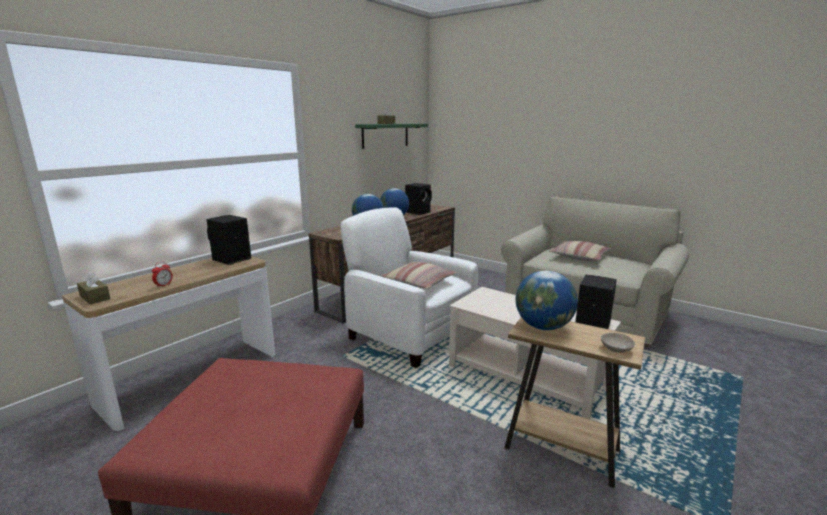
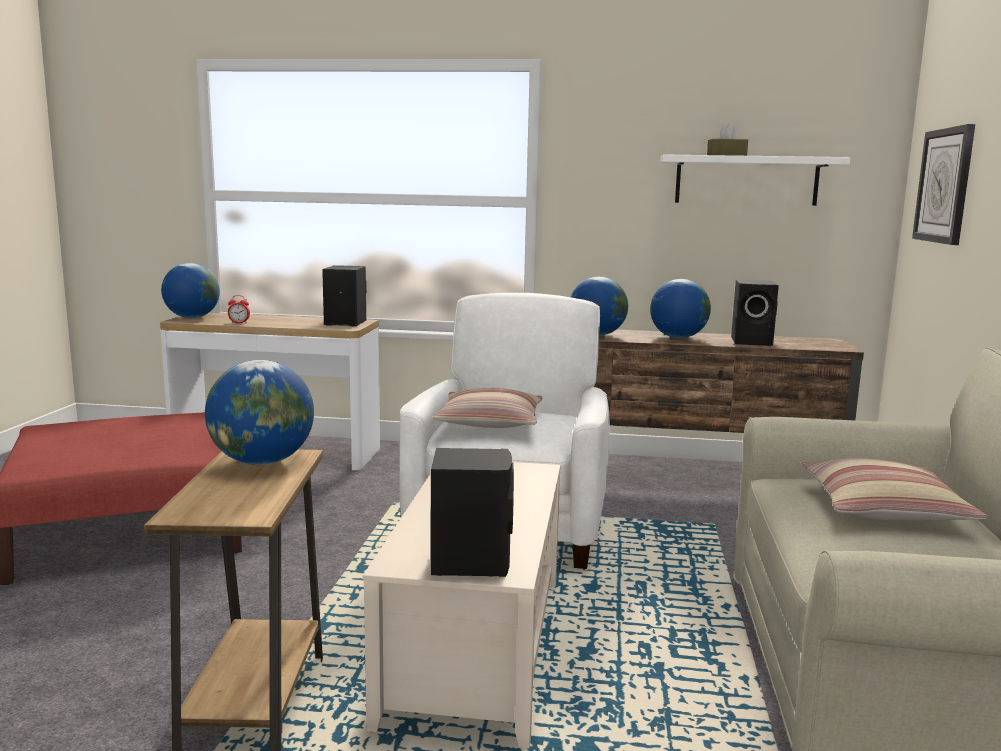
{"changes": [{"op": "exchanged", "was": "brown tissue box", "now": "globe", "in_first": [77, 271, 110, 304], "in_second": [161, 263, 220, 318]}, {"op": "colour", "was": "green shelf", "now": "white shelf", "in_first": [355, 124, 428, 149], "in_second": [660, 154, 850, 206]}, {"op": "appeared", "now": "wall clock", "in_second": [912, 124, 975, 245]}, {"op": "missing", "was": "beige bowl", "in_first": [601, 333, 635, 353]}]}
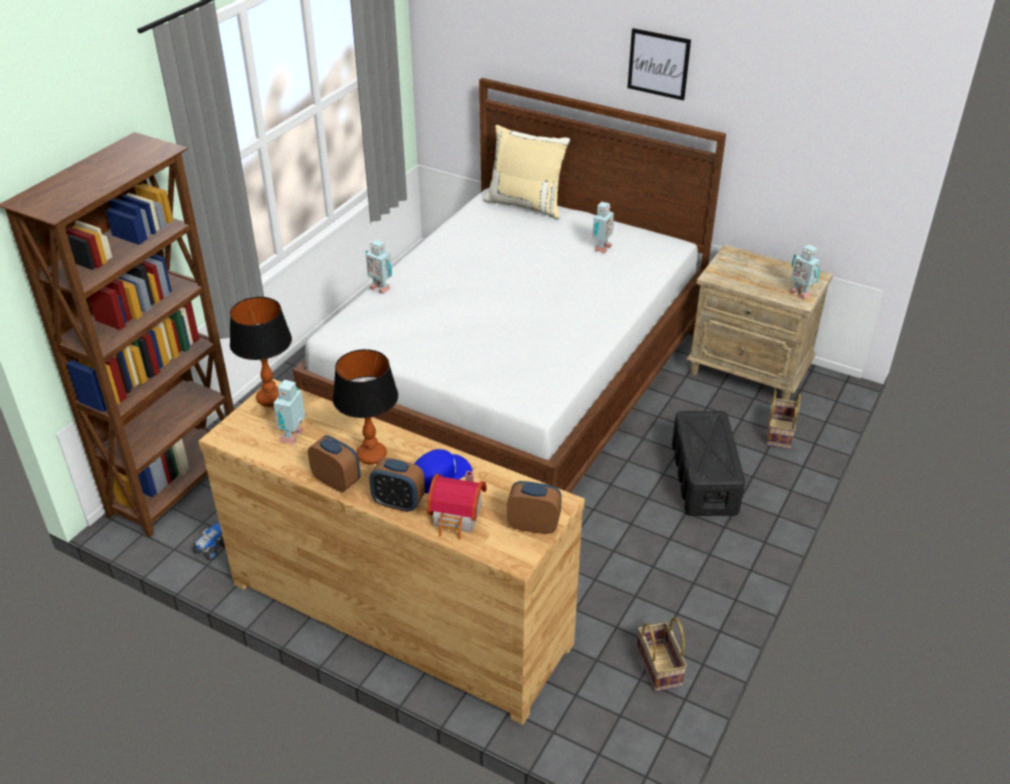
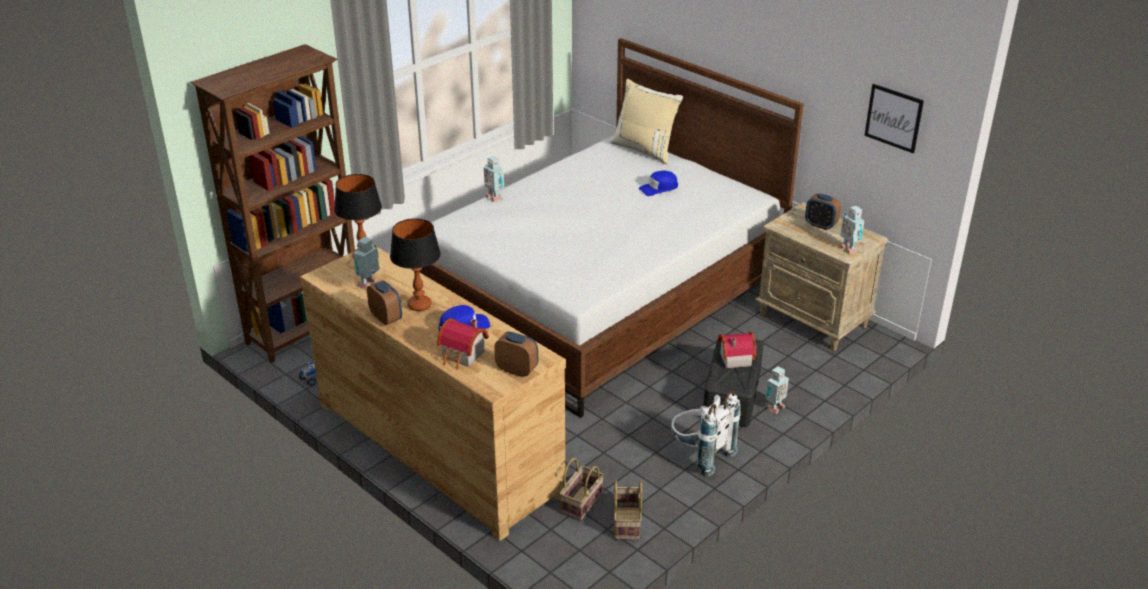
{"changes": [{"op": "relocated", "was": "basket", "in_first": [766, 390, 801, 449], "in_second": [559, 458, 604, 521]}, {"op": "appeared", "now": "blue cap", "in_second": [639, 171, 678, 196]}, {"op": "appeared", "now": "white backpack", "in_second": [671, 391, 741, 477]}, {"op": "appeared", "now": "toy house", "in_second": [718, 332, 757, 368]}, {"op": "relocated", "was": "toy robot", "in_first": [592, 202, 614, 253], "in_second": [765, 367, 789, 414]}, {"op": "relocated", "was": "alarm clock", "in_first": [369, 457, 425, 512], "in_second": [805, 194, 841, 230]}, {"op": "relocated", "was": "picture", "in_first": [627, 28, 691, 101], "in_second": [864, 84, 924, 153]}]}
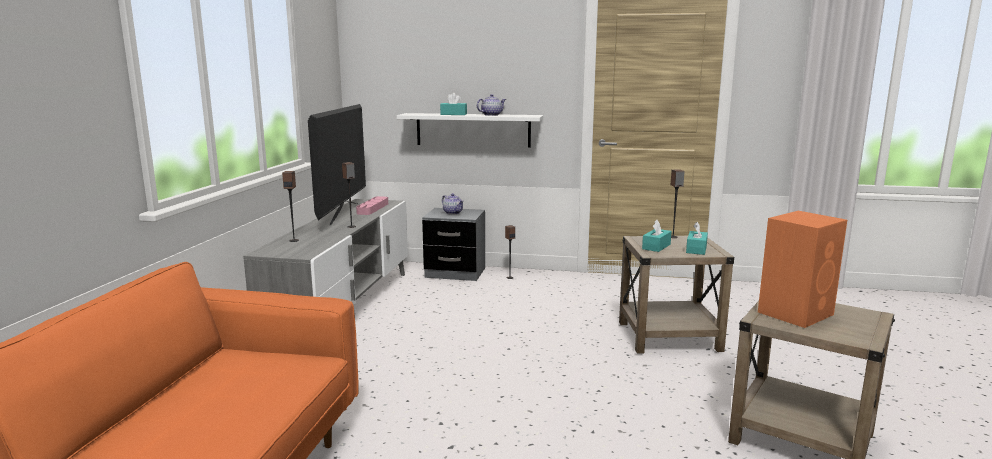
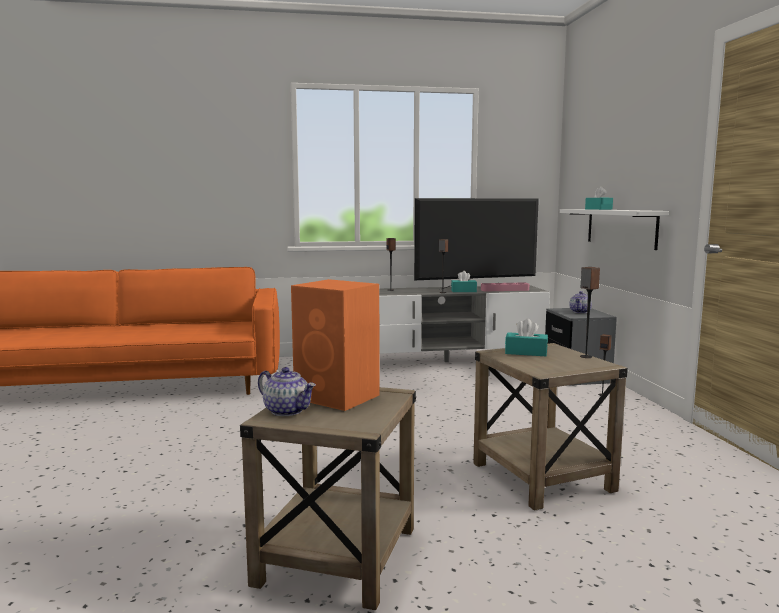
{"changes": [{"op": "relocated", "was": "teapot", "in_first": [477, 94, 506, 116], "in_second": [258, 367, 316, 416]}, {"op": "relocated", "was": "turquoise tissue box", "in_first": [686, 222, 708, 255], "in_second": [451, 271, 477, 292]}]}
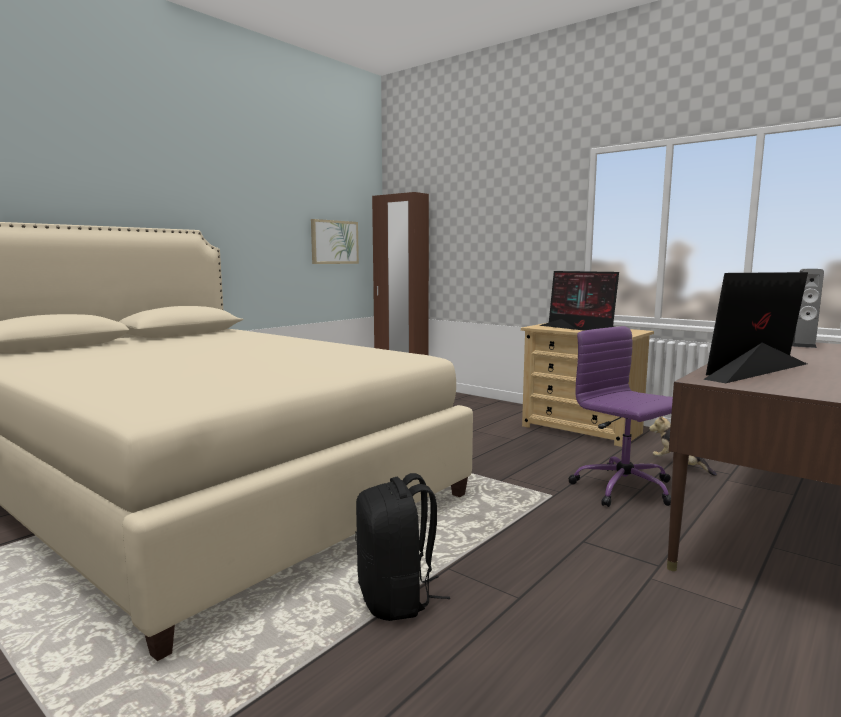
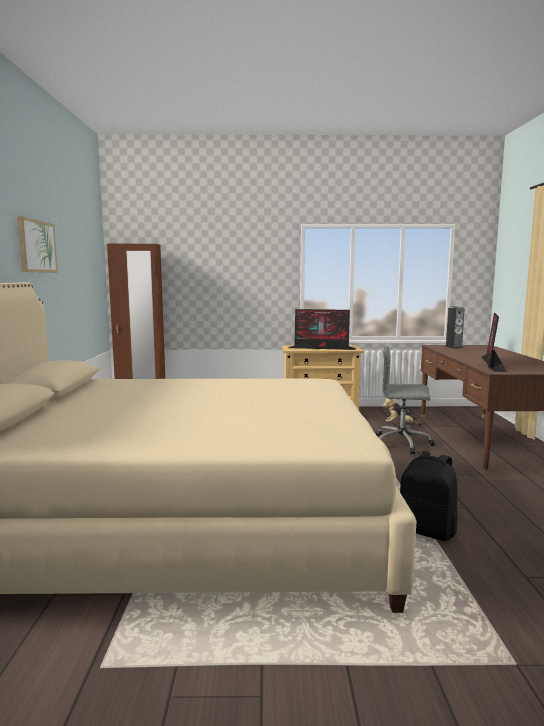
{"changes": [{"op": "relocated", "was": "picture", "in_first": [311, 219, 359, 264], "in_second": [17, 216, 58, 273]}, {"op": "colour", "was": "purple office chair", "now": "grey office chair", "in_first": [569, 326, 673, 507], "in_second": [376, 345, 435, 454]}]}
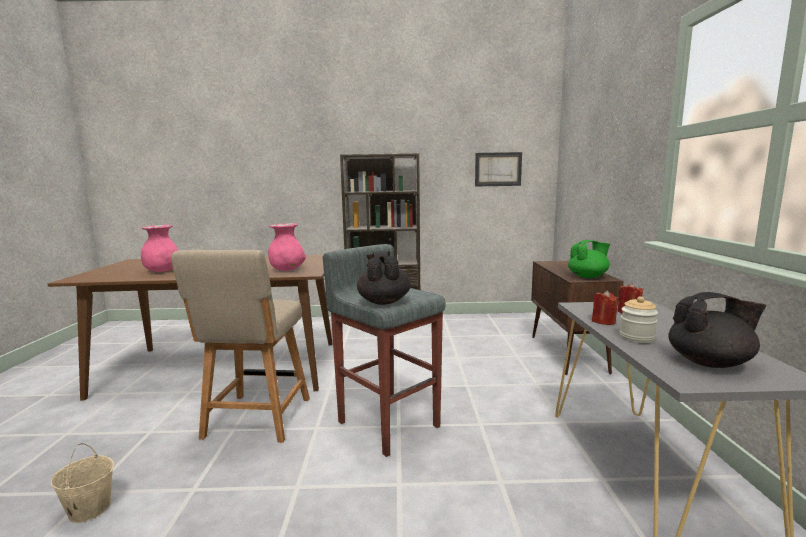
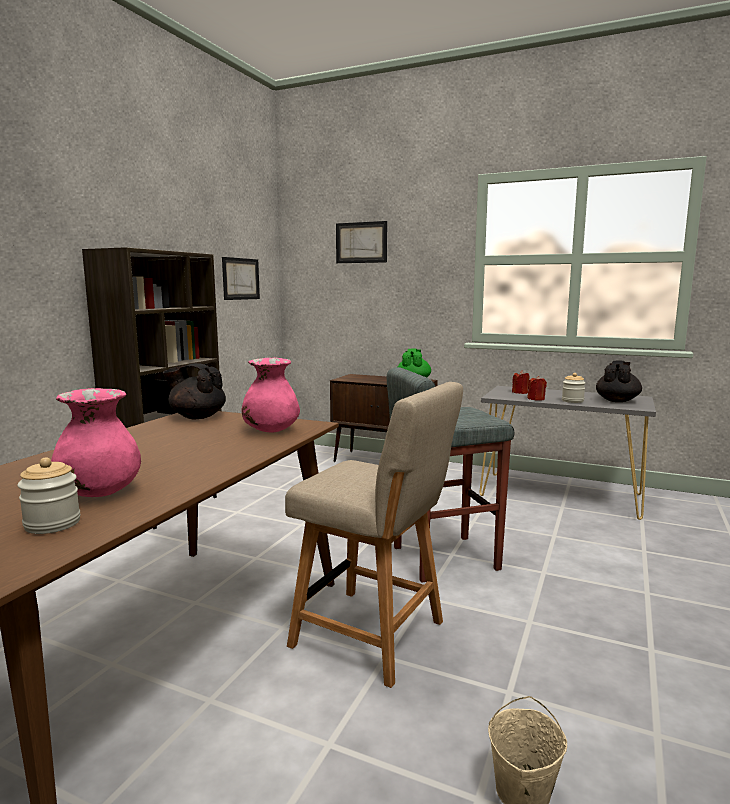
{"changes": [{"op": "appeared", "now": "jar", "in_second": [17, 457, 81, 534]}, {"op": "relocated", "was": "black teapot", "in_first": [357, 251, 411, 305], "in_second": [163, 363, 226, 419]}, {"op": "appeared", "now": "picture", "in_second": [336, 221, 387, 263]}]}
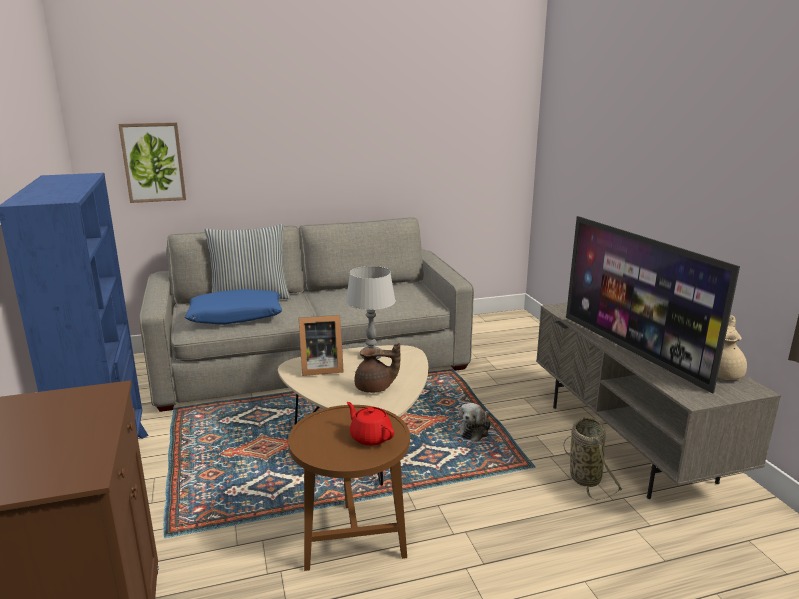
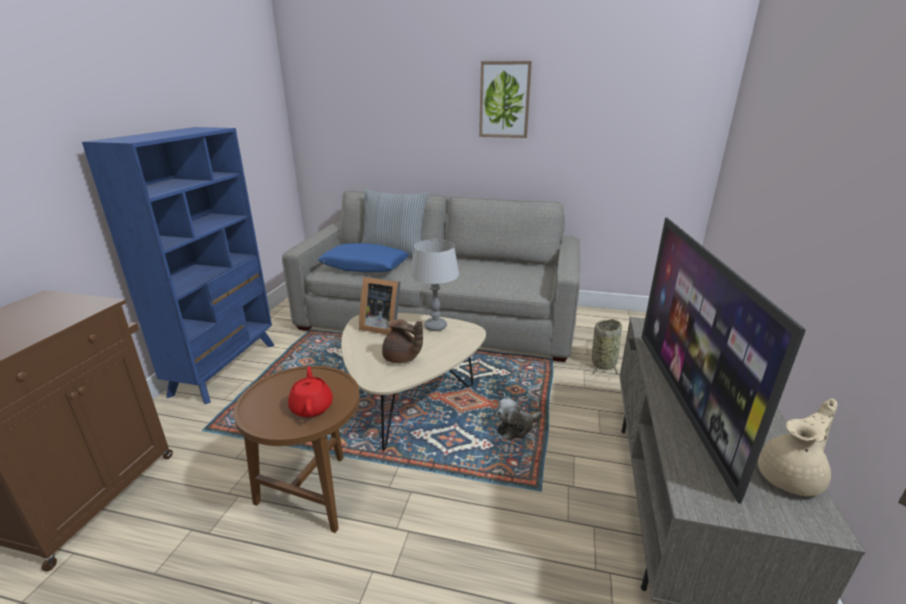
{"changes": [{"op": "relocated", "was": "picture", "in_first": [118, 122, 186, 203], "in_second": [479, 61, 532, 138]}, {"op": "relocated", "was": "basket", "in_first": [563, 417, 623, 500], "in_second": [592, 319, 622, 377]}]}
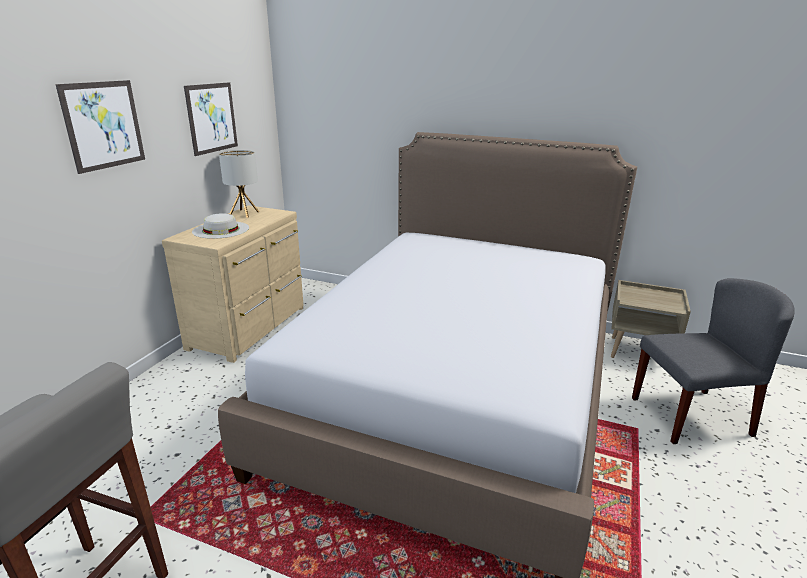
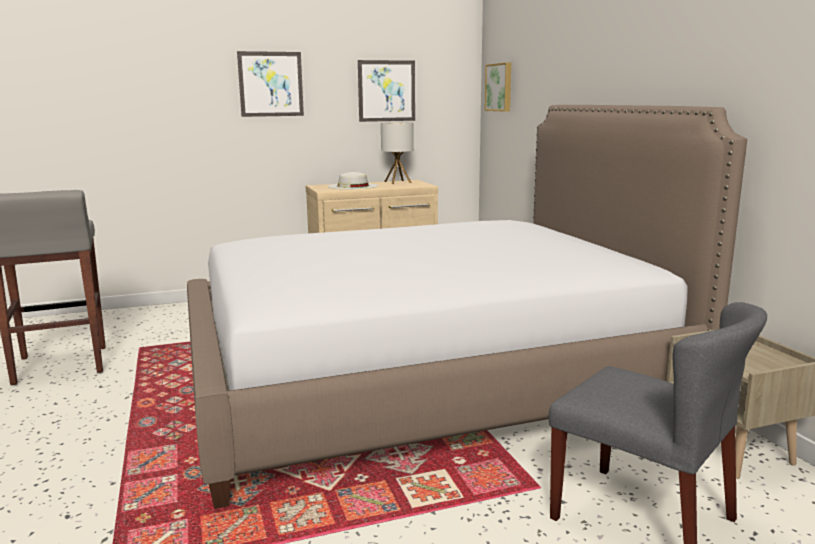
{"changes": [{"op": "appeared", "now": "picture", "in_second": [485, 62, 511, 112]}]}
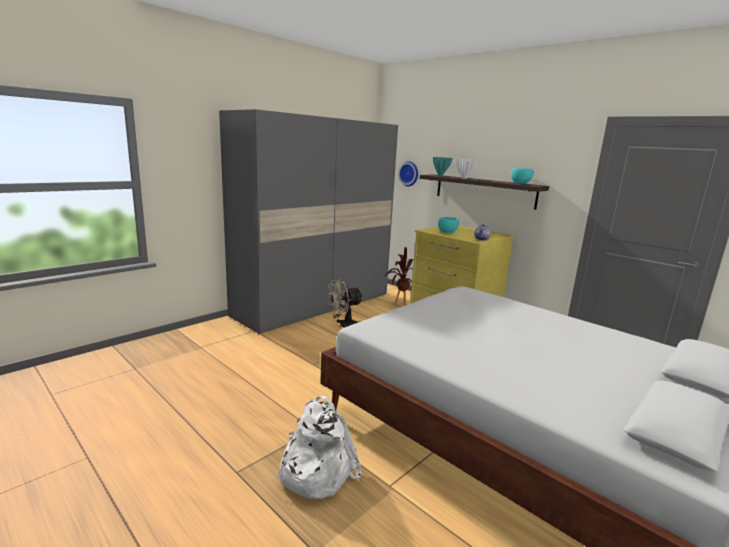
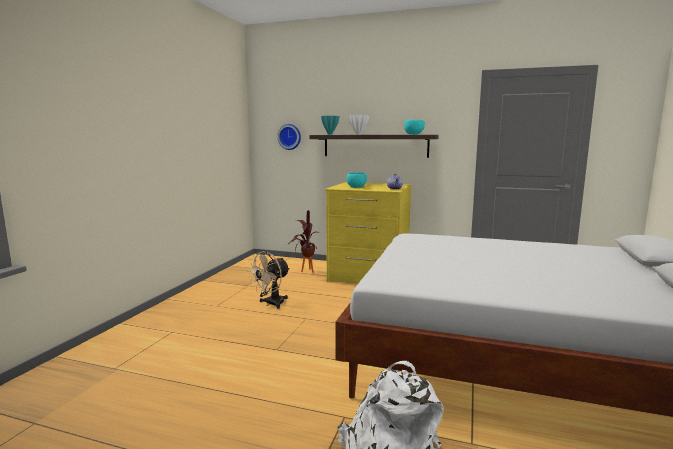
{"changes": [{"op": "missing", "was": "grey wardrobe", "in_first": [219, 109, 398, 334]}]}
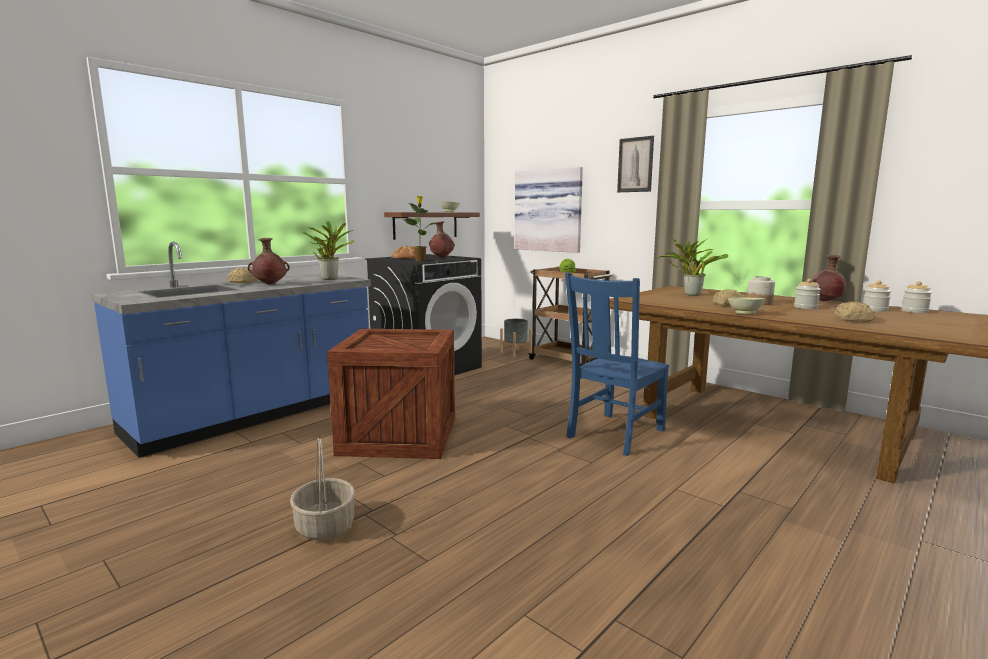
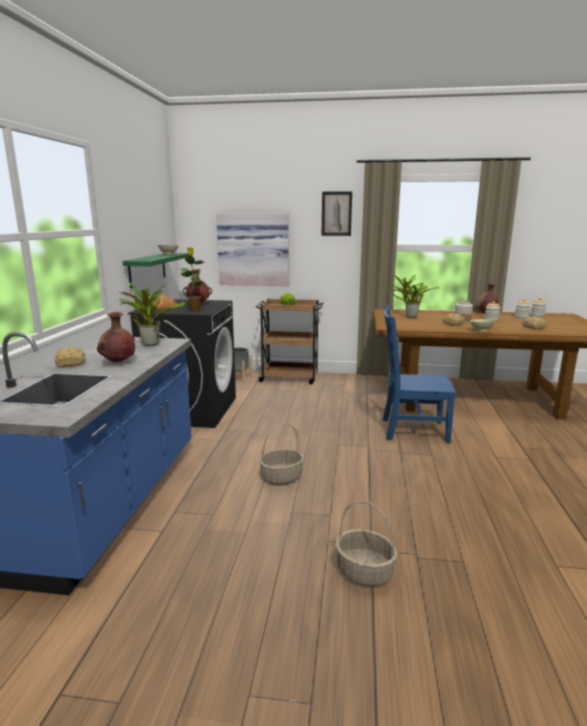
{"changes": [{"op": "colour", "was": "brown shelf", "now": "green shelf", "in_first": [384, 212, 480, 240], "in_second": [123, 253, 189, 288]}, {"op": "exchanged", "was": "crate", "now": "basket", "in_first": [327, 329, 455, 459], "in_second": [259, 423, 304, 486]}, {"op": "spun", "was": "blue chair", "in_first": [565, 272, 669, 456], "in_second": [382, 306, 456, 443], "clockwise": 90}]}
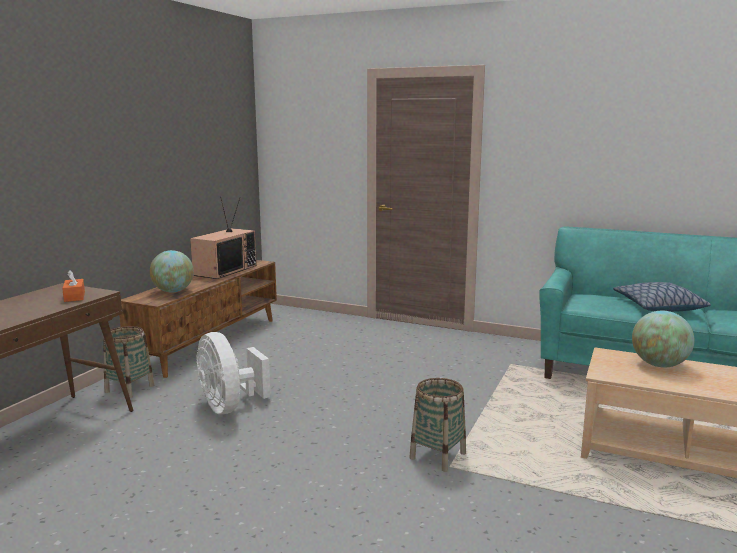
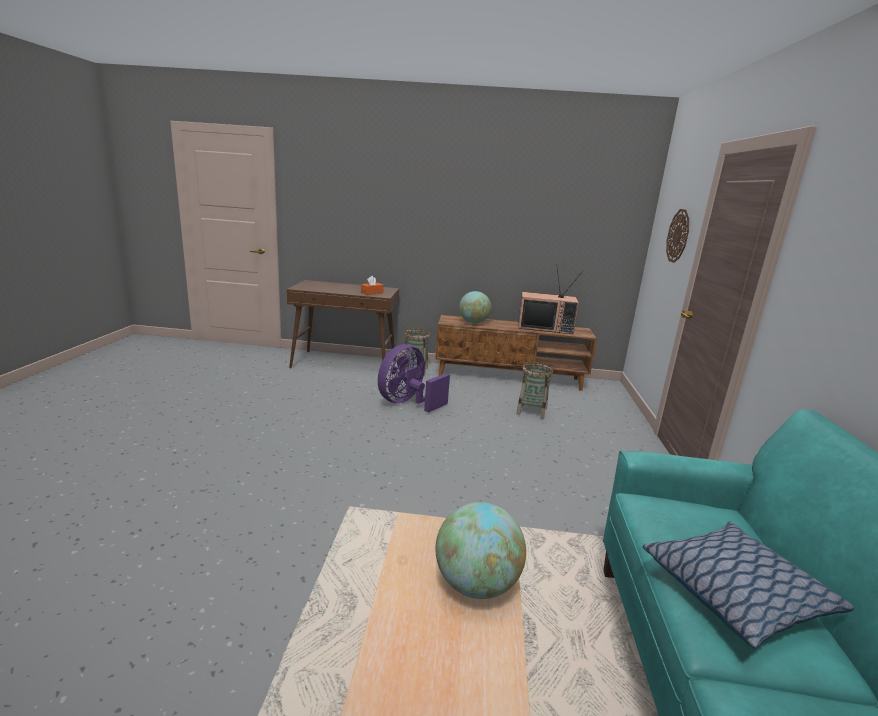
{"changes": [{"op": "colour", "was": "white fan", "now": "purple fan", "in_first": [196, 332, 271, 414], "in_second": [378, 344, 450, 412]}, {"op": "relocated", "was": "basket", "in_first": [409, 378, 466, 472], "in_second": [516, 362, 553, 419]}, {"op": "appeared", "now": "wall clock", "in_second": [666, 209, 689, 263]}]}
